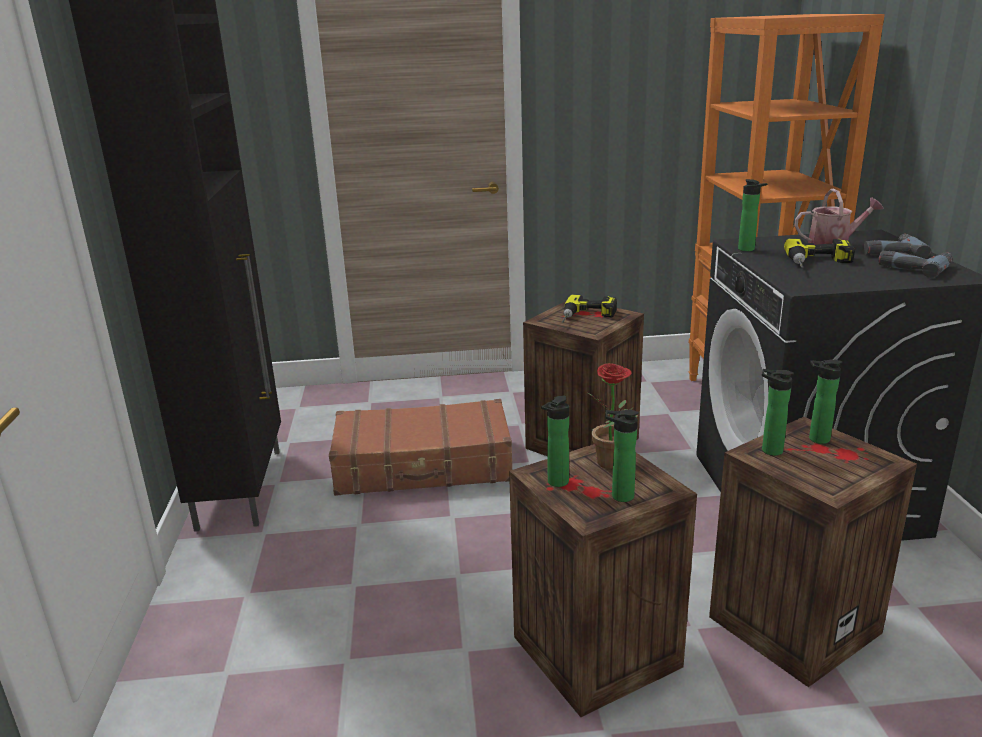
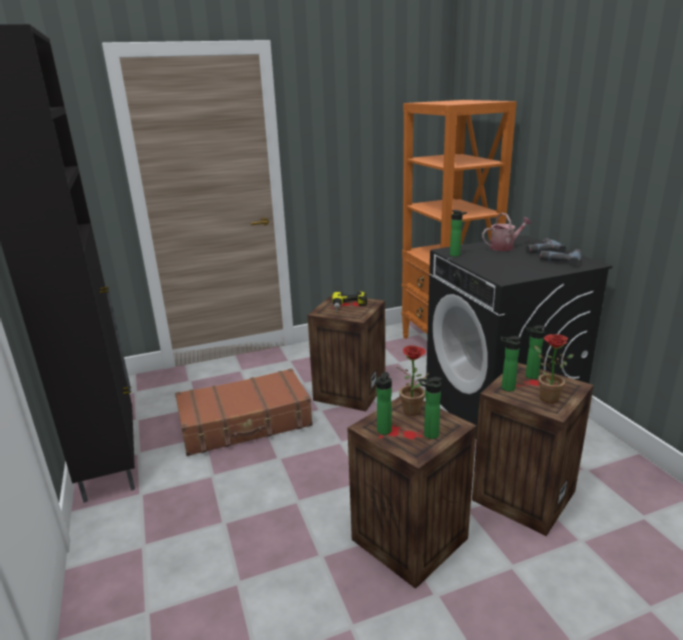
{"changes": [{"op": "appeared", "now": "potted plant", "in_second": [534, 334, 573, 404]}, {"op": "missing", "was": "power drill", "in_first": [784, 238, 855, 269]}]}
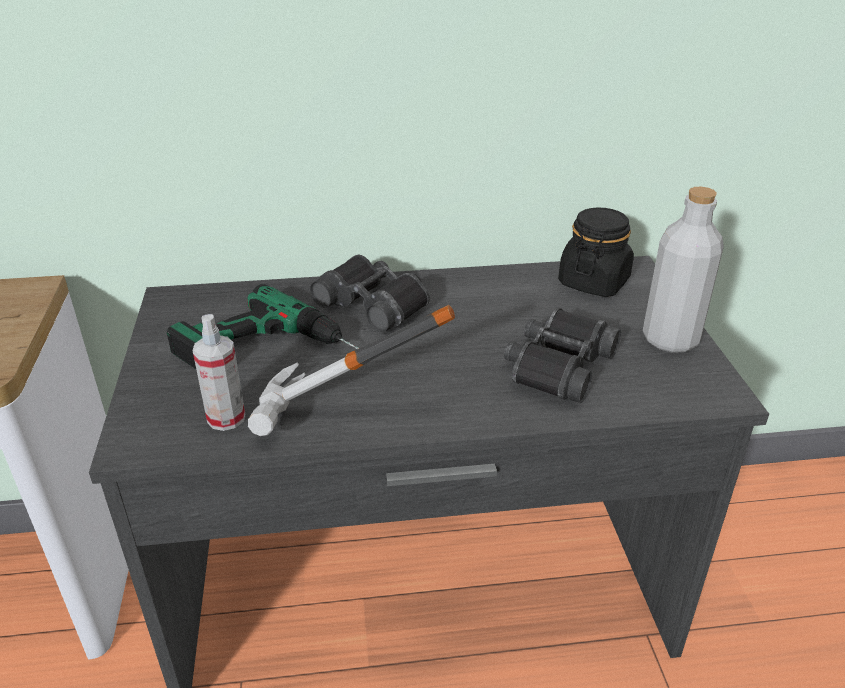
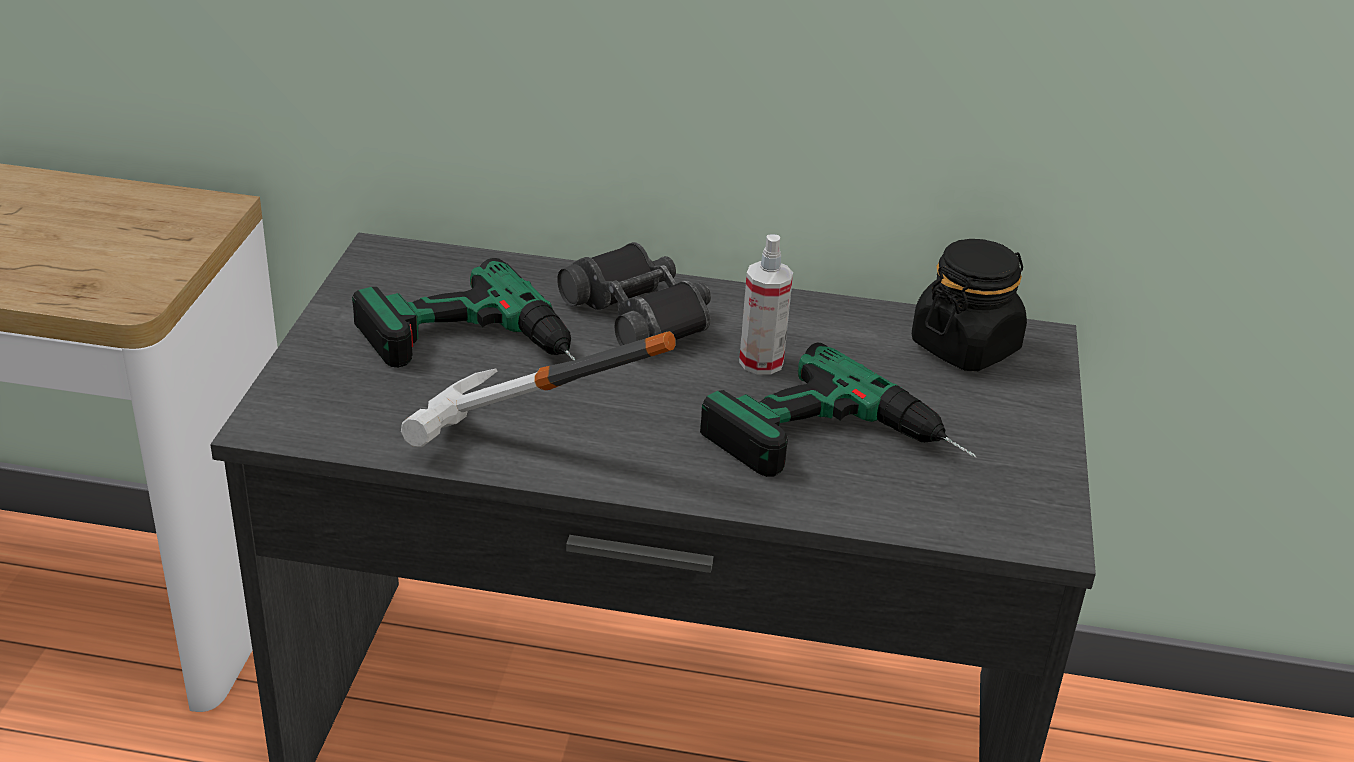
{"changes": [{"op": "exchanged", "was": "black binoculars", "now": "power drill", "in_first": [504, 308, 621, 403], "in_second": [700, 342, 977, 477]}, {"op": "relocated", "was": "spray bottle", "in_first": [192, 314, 245, 431], "in_second": [739, 235, 793, 375]}, {"op": "missing", "was": "grey bottle", "in_first": [643, 187, 724, 353]}]}
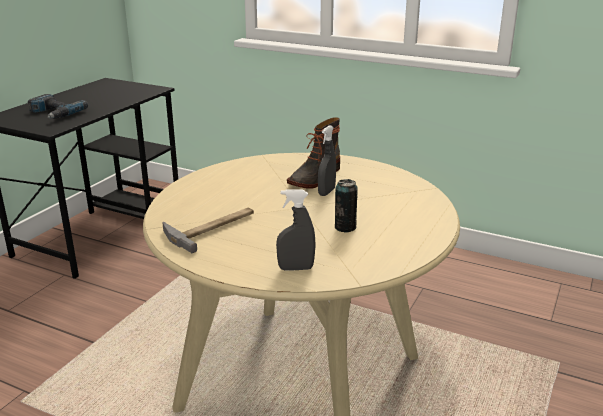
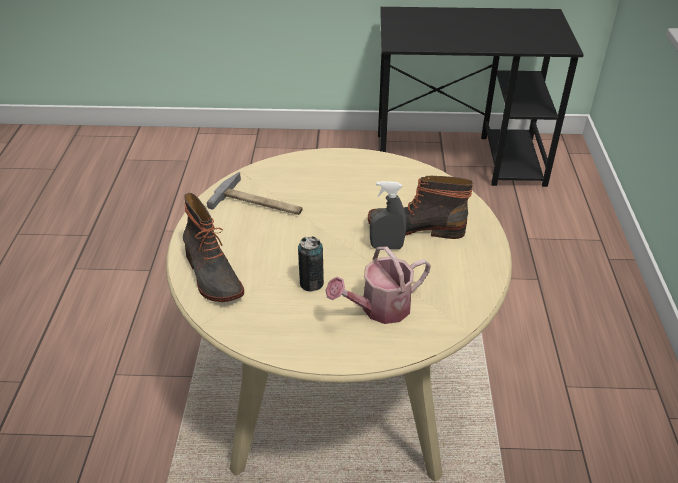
{"changes": [{"op": "exchanged", "was": "grey spray bottle", "now": "boot", "in_first": [276, 189, 316, 271], "in_second": [183, 193, 244, 302]}, {"op": "appeared", "now": "watering can", "in_second": [325, 247, 431, 324]}, {"op": "missing", "was": "power drill", "in_first": [28, 94, 88, 119]}]}
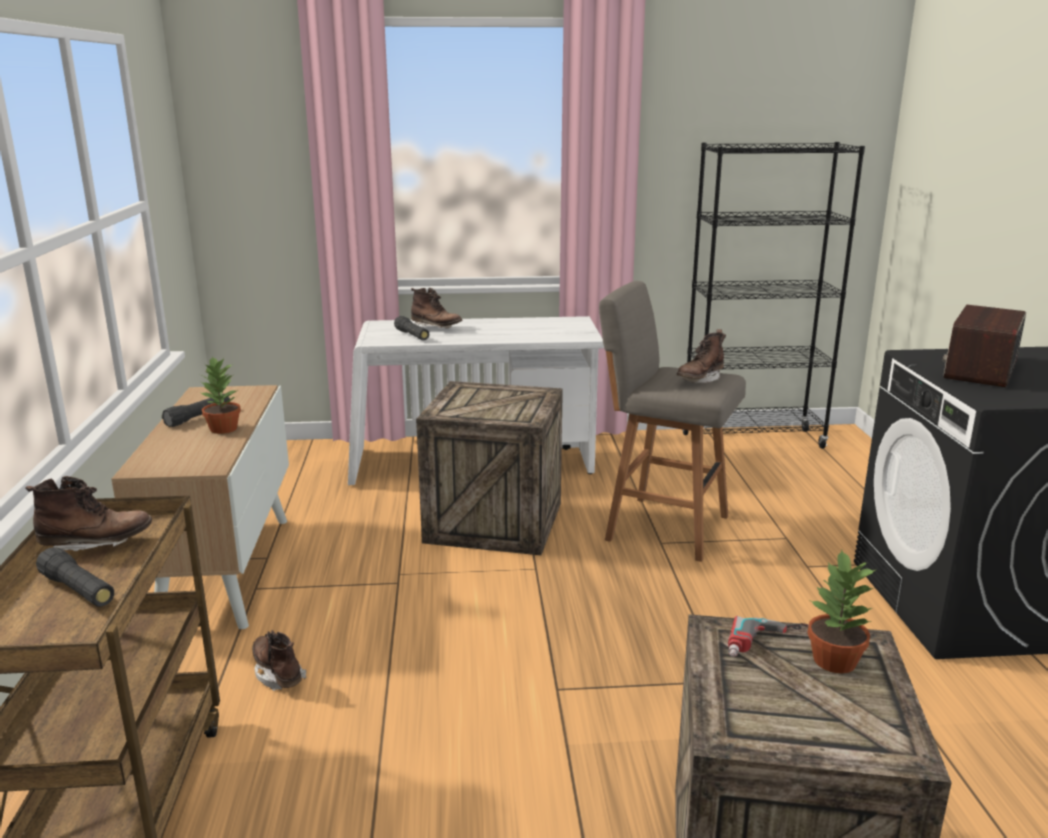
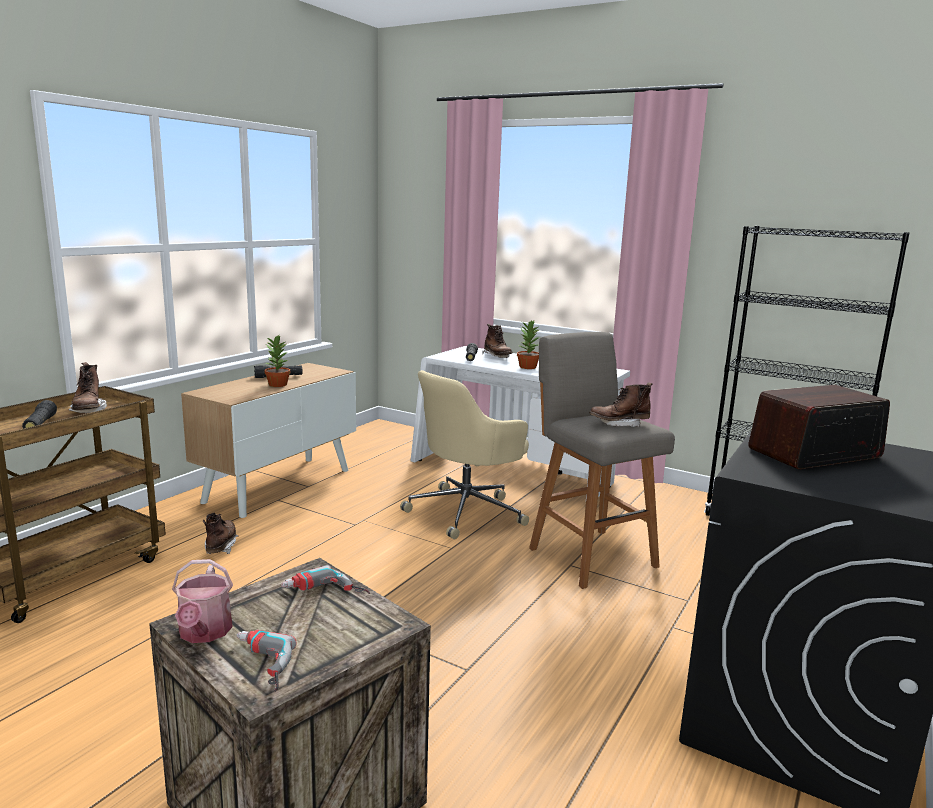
{"changes": [{"op": "spun", "was": "brown boot", "in_first": [25, 476, 152, 551], "in_second": [69, 362, 107, 413], "clockwise": 45}, {"op": "appeared", "now": "watering can", "in_second": [172, 559, 233, 643]}, {"op": "appeared", "now": "power drill", "in_second": [237, 630, 296, 692]}, {"op": "exchanged", "was": "crate", "now": "beige office chair", "in_first": [416, 381, 563, 555], "in_second": [400, 370, 529, 539]}, {"op": "relocated", "was": "potted plant", "in_first": [808, 550, 877, 673], "in_second": [517, 321, 540, 369]}]}
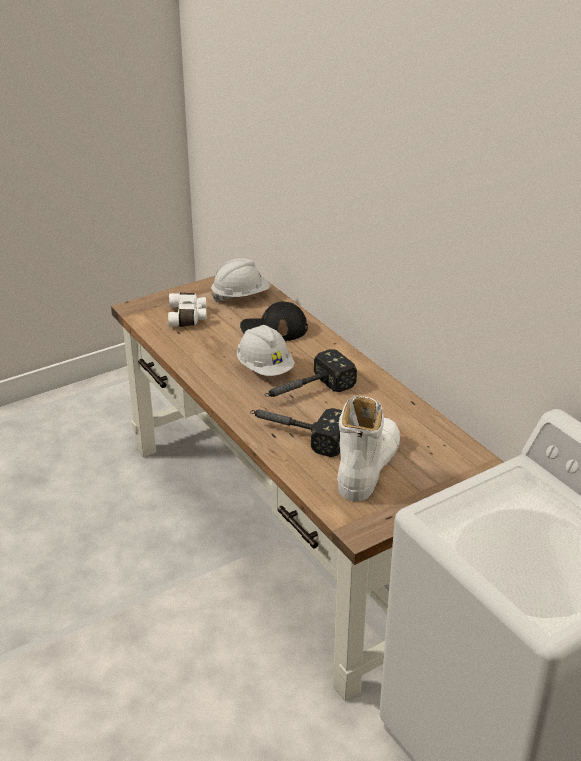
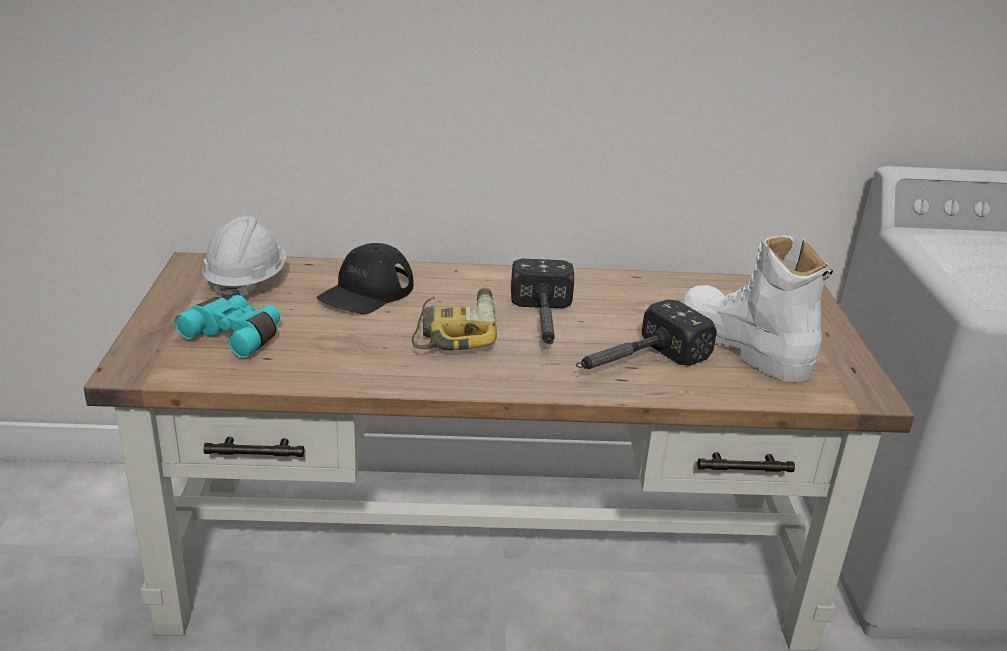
{"changes": [{"op": "colour", "was": "white binoculars", "now": "turquoise binoculars", "in_first": [168, 293, 207, 327], "in_second": [175, 295, 280, 358]}, {"op": "exchanged", "was": "white hard hat", "now": "power drill", "in_first": [237, 325, 295, 376], "in_second": [412, 288, 497, 350]}]}
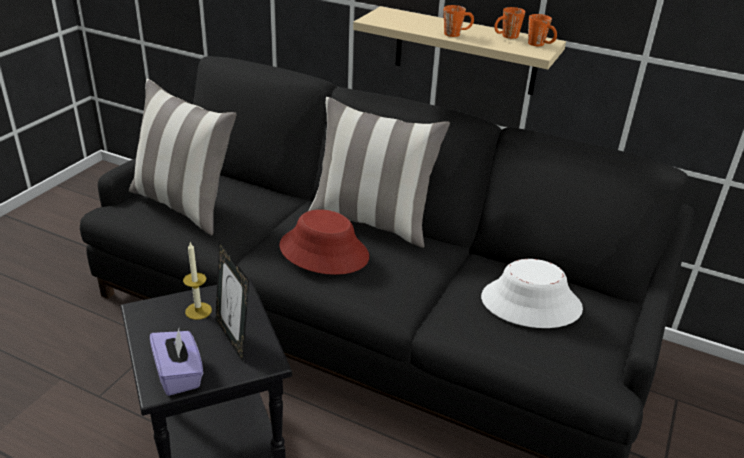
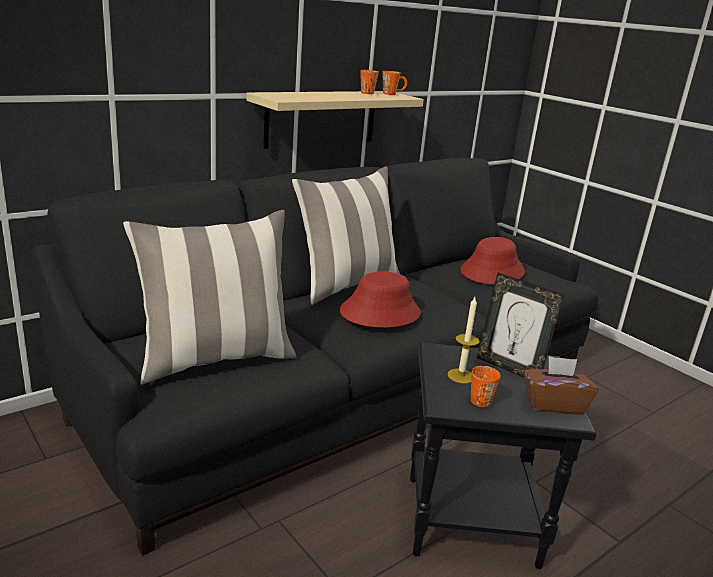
{"changes": [{"op": "colour", "was": "white hat", "now": "red hat", "in_first": [481, 259, 583, 328], "in_second": [461, 237, 525, 284]}, {"op": "relocated", "was": "orange mug", "in_first": [444, 5, 474, 37], "in_second": [471, 366, 501, 407]}, {"op": "spun", "was": "picture frame", "in_first": [216, 240, 249, 362], "in_second": [477, 272, 564, 378], "clockwise": 45}, {"op": "colour", "was": "purple tissue box", "now": "brown tissue box", "in_first": [150, 329, 203, 396], "in_second": [524, 356, 599, 415]}]}
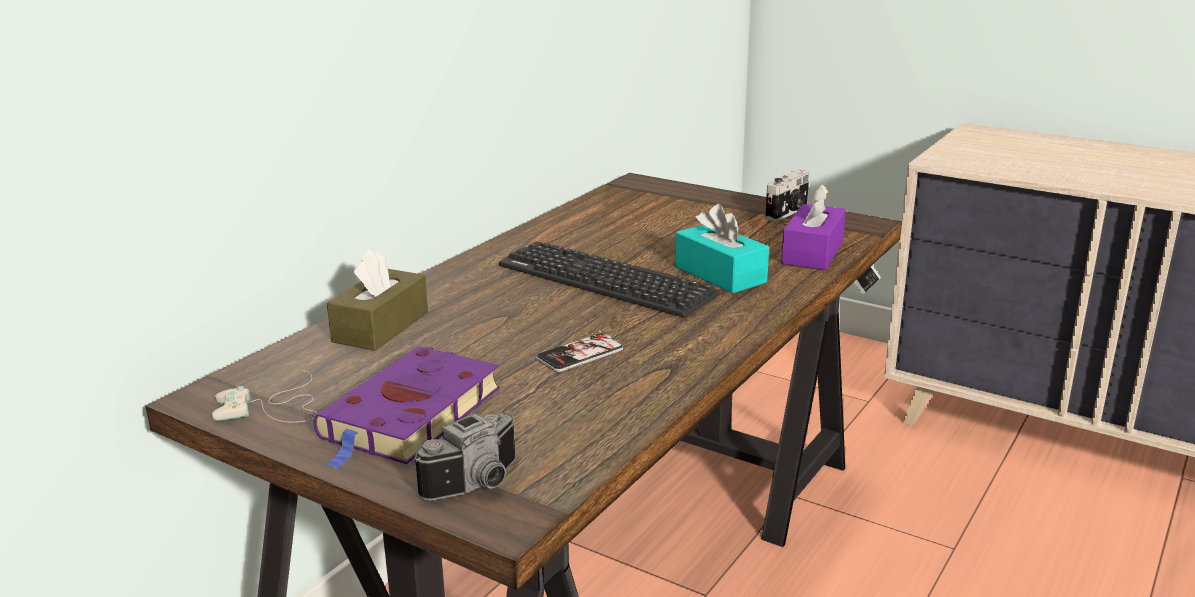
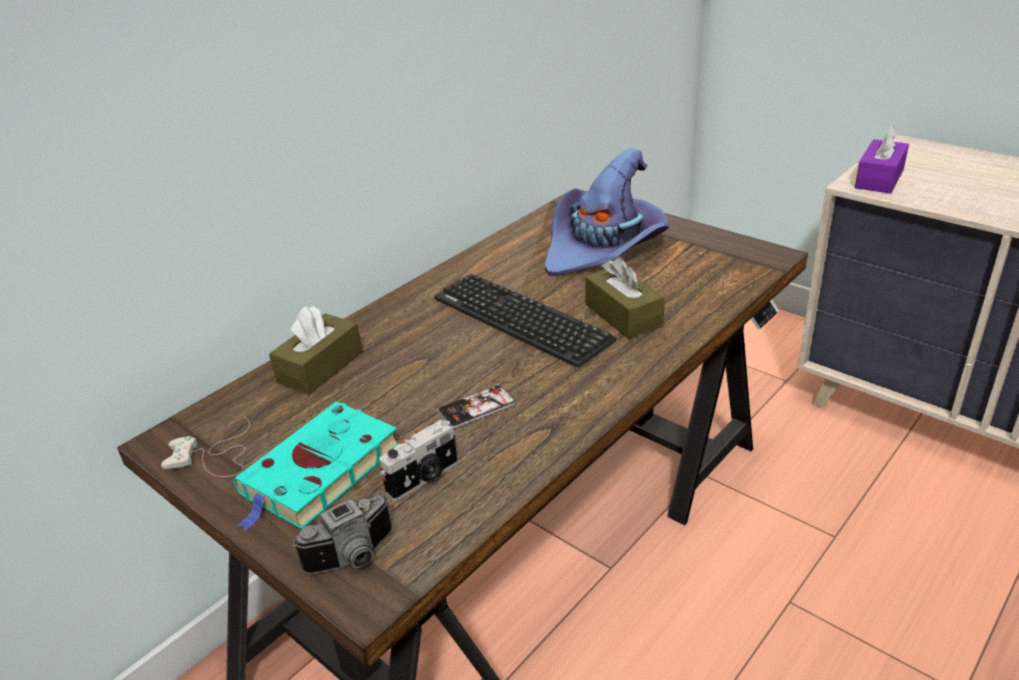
{"changes": [{"op": "colour", "was": "purple book", "now": "turquoise book", "in_first": [314, 346, 500, 469], "in_second": [234, 401, 399, 531]}, {"op": "relocated", "was": "photo camera", "in_first": [765, 169, 810, 222], "in_second": [379, 420, 458, 501]}, {"op": "appeared", "now": "purple hat", "in_second": [545, 148, 669, 276]}, {"op": "colour", "was": "turquoise tissue box", "now": "brown tissue box", "in_first": [675, 204, 769, 293], "in_second": [585, 257, 665, 339]}, {"op": "relocated", "was": "purple tissue box", "in_first": [781, 185, 846, 270], "in_second": [855, 126, 909, 194]}]}
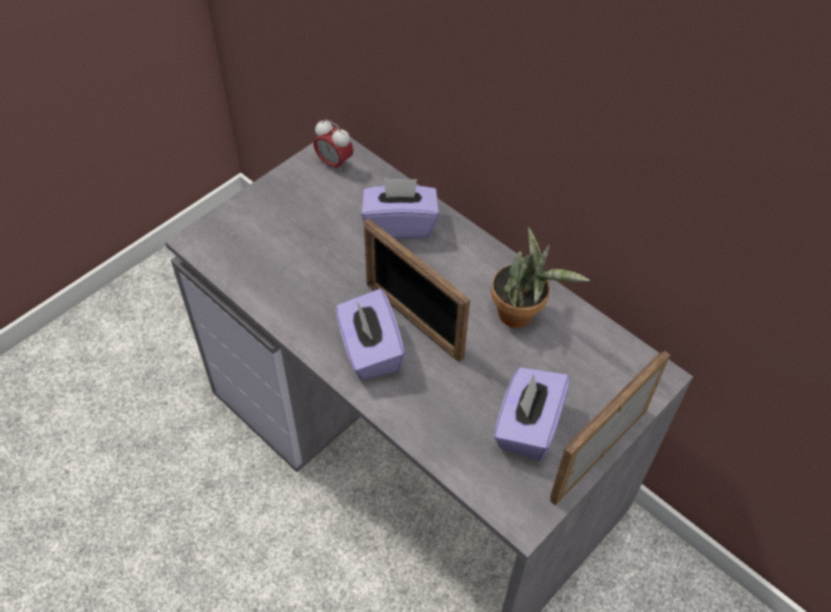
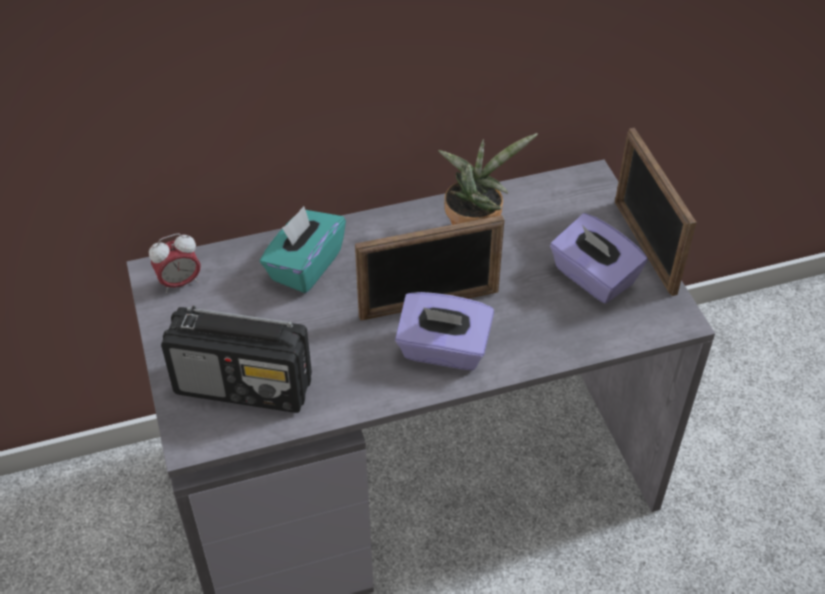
{"changes": [{"op": "appeared", "now": "radio", "in_second": [161, 306, 312, 413]}, {"op": "colour", "was": "purple tissue box", "now": "turquoise tissue box", "in_first": [361, 178, 439, 238], "in_second": [260, 206, 346, 293]}]}
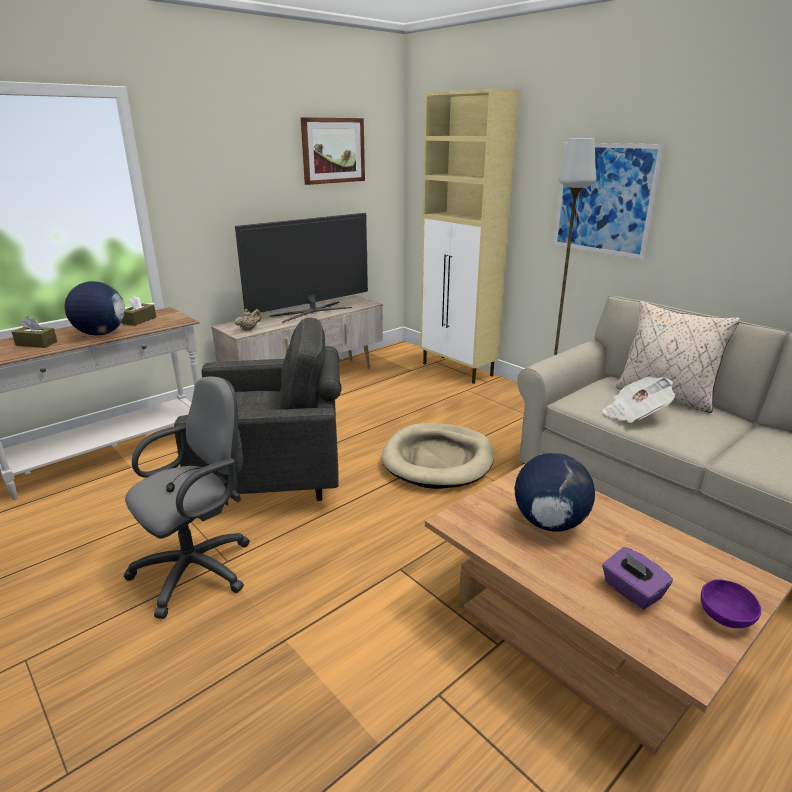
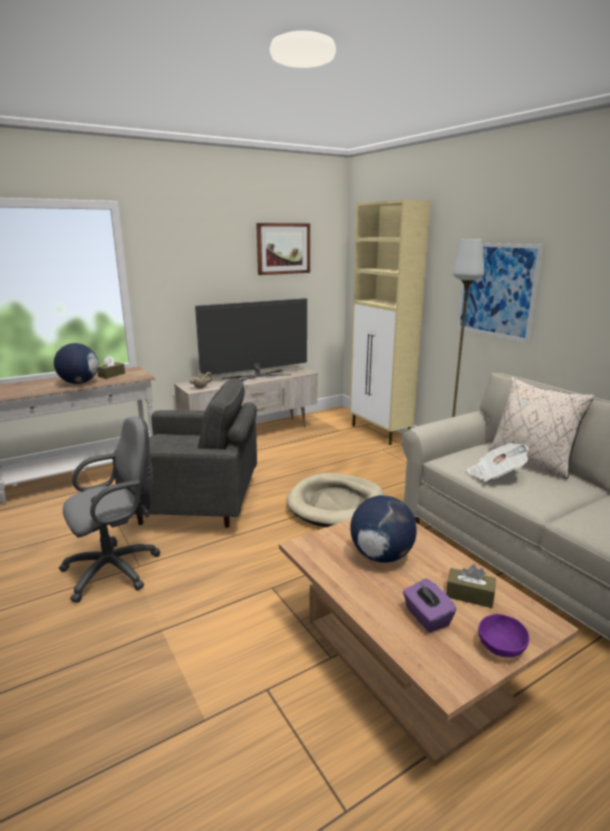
{"changes": [{"op": "relocated", "was": "brown tissue box", "in_first": [12, 316, 57, 348], "in_second": [446, 564, 496, 608]}]}
